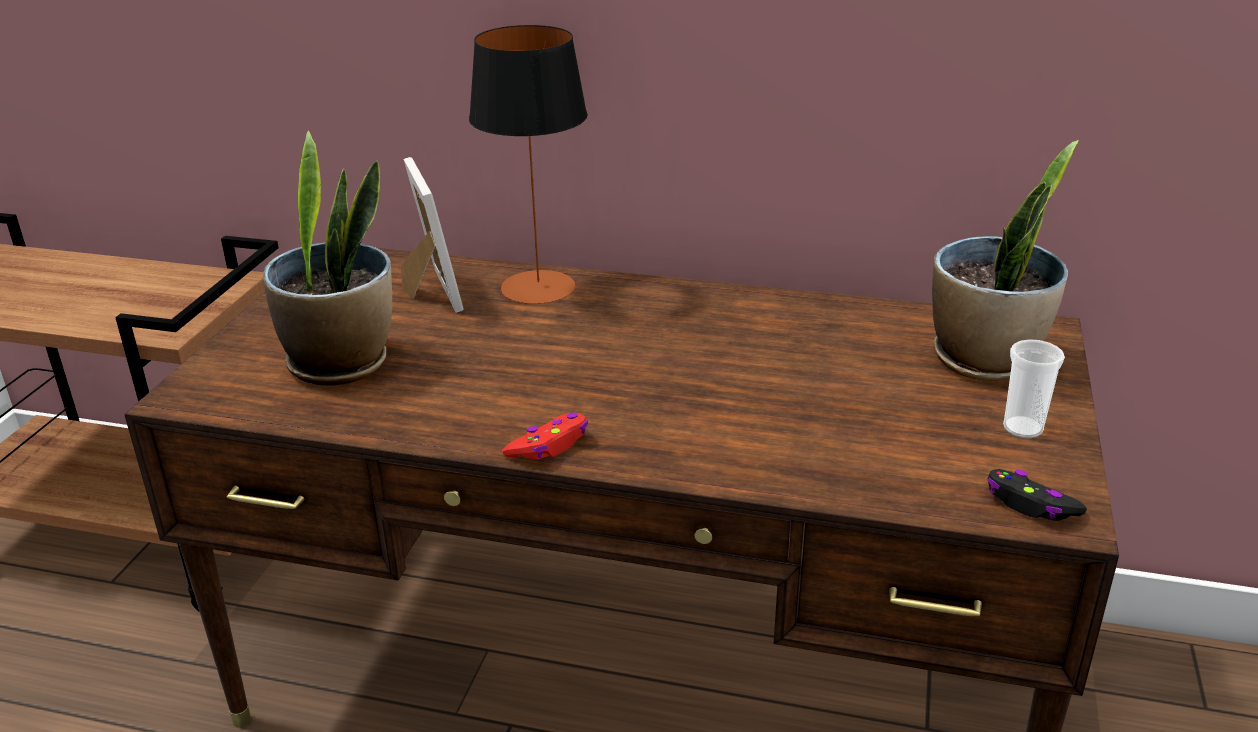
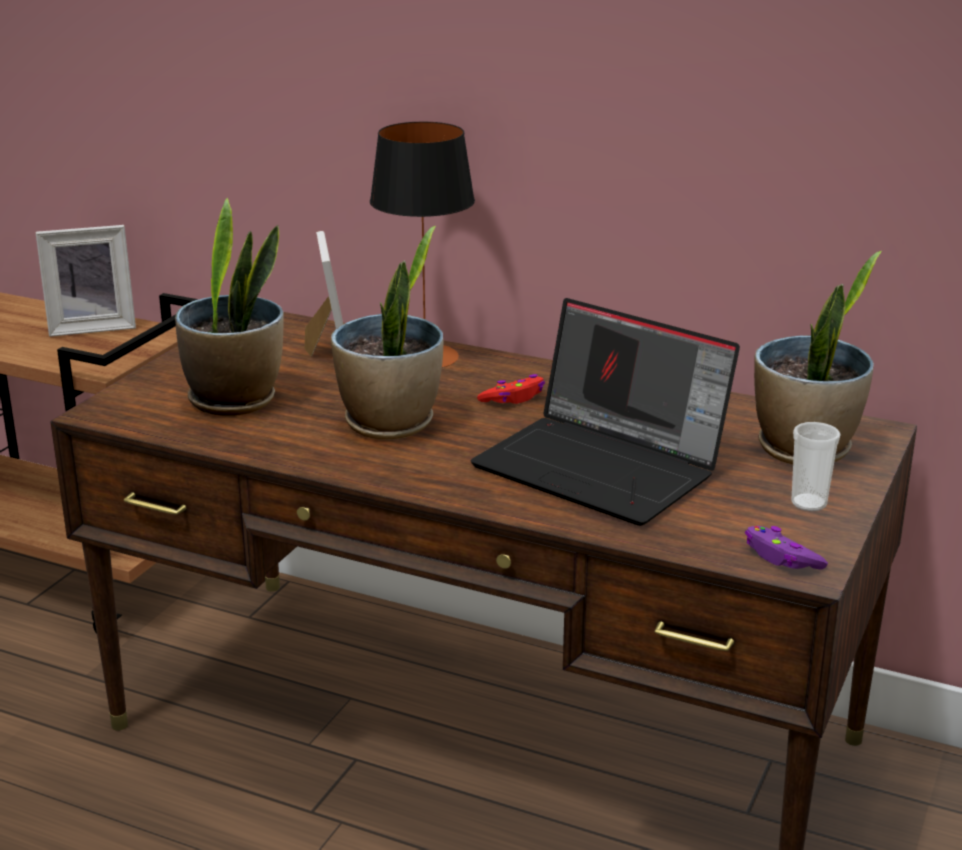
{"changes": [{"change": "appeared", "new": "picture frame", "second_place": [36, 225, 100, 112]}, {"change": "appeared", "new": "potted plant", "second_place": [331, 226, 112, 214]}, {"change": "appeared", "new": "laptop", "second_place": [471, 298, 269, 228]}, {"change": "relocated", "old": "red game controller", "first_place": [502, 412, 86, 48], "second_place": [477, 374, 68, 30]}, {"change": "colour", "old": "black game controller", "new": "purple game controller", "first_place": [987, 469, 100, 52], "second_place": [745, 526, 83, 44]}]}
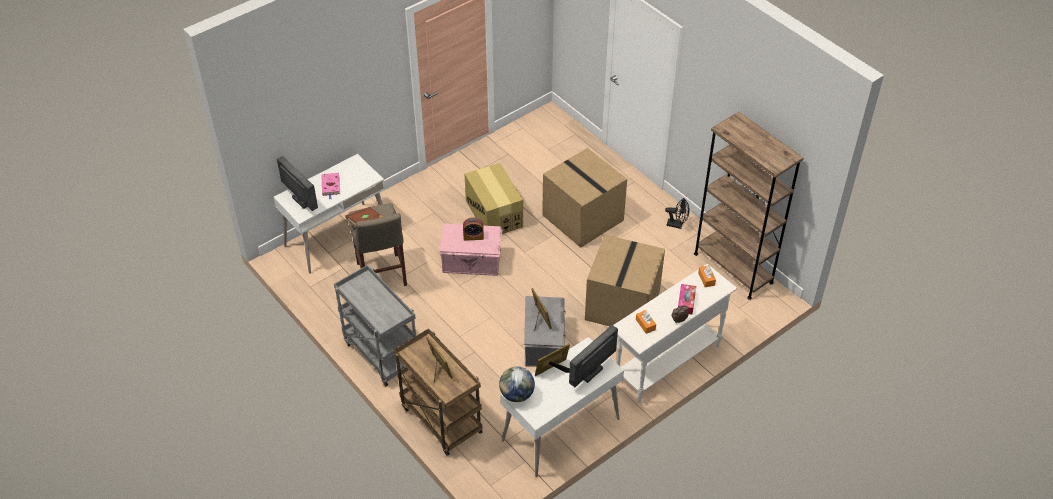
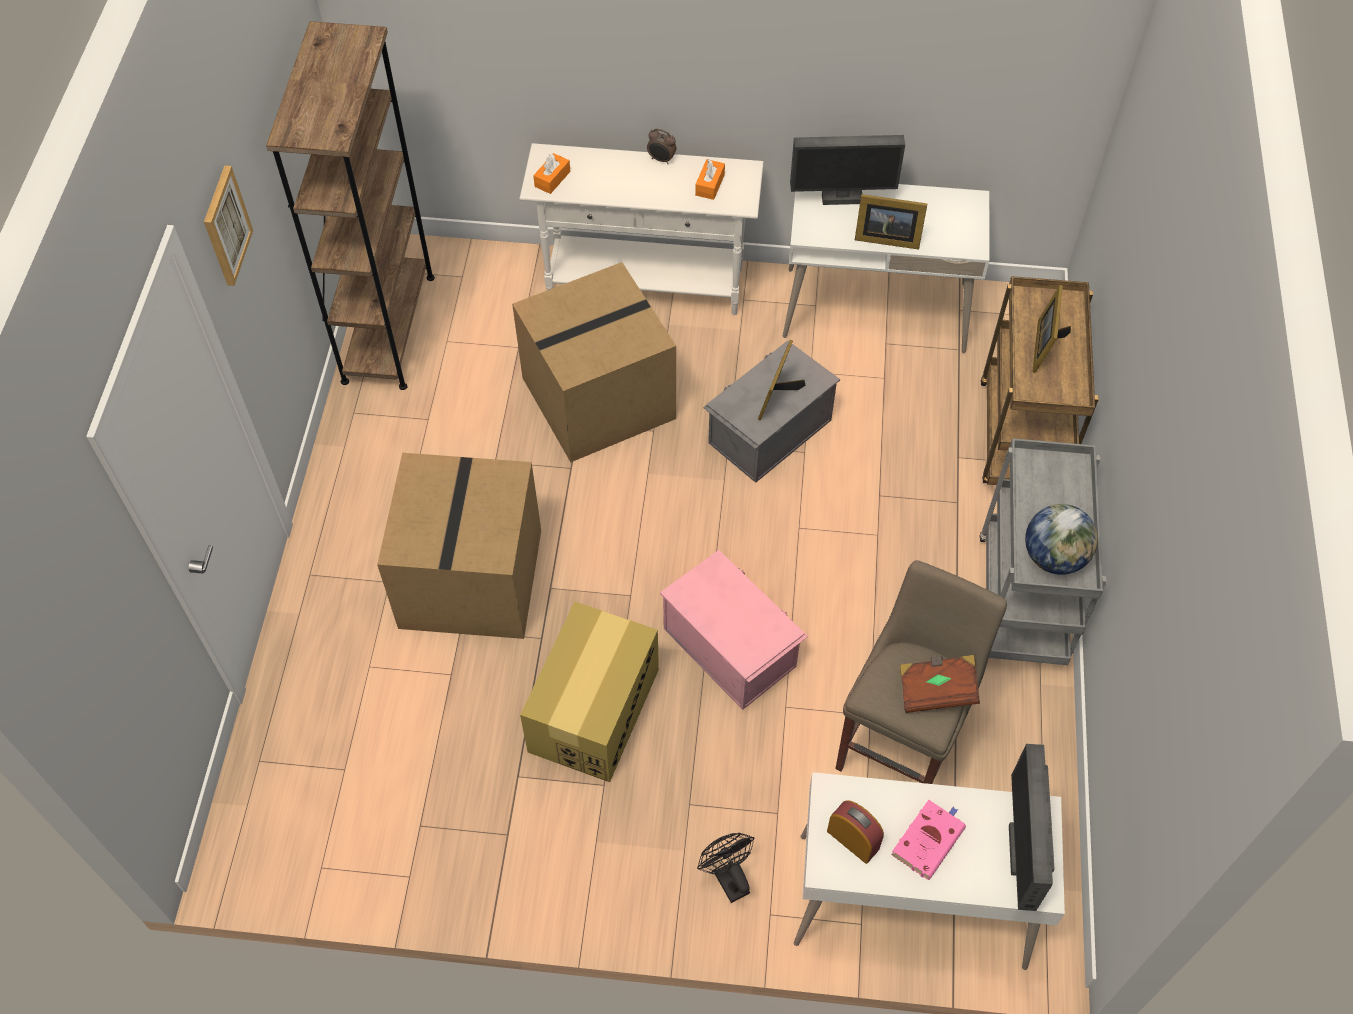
{"changes": [{"change": "missing", "old": "tissue box", "first_place": [678, 284, 18, 31]}, {"change": "appeared", "new": "picture", "second_place": [204, 165, 49, 121]}, {"change": "relocated", "old": "alarm clock", "first_place": [463, 217, 21, 24], "second_place": [827, 800, 57, 64]}, {"change": "relocated", "old": "globe", "first_place": [499, 366, 36, 36], "second_place": [1025, 504, 73, 71]}, {"change": "relocated", "old": "black fan", "first_place": [665, 198, 25, 31], "second_place": [697, 832, 57, 71]}]}
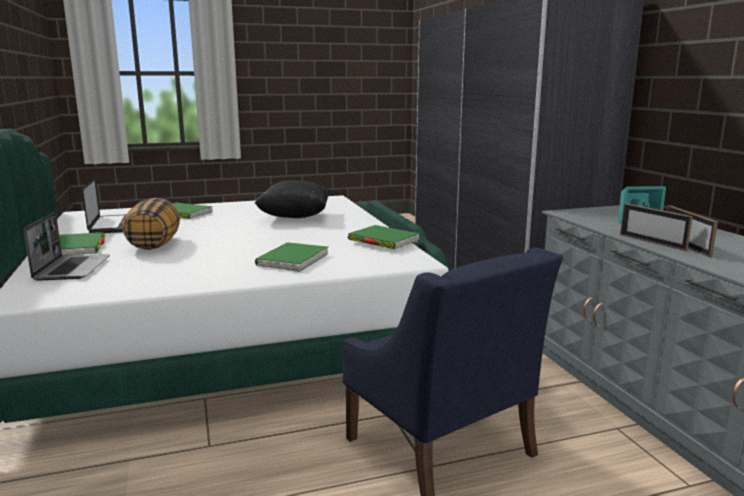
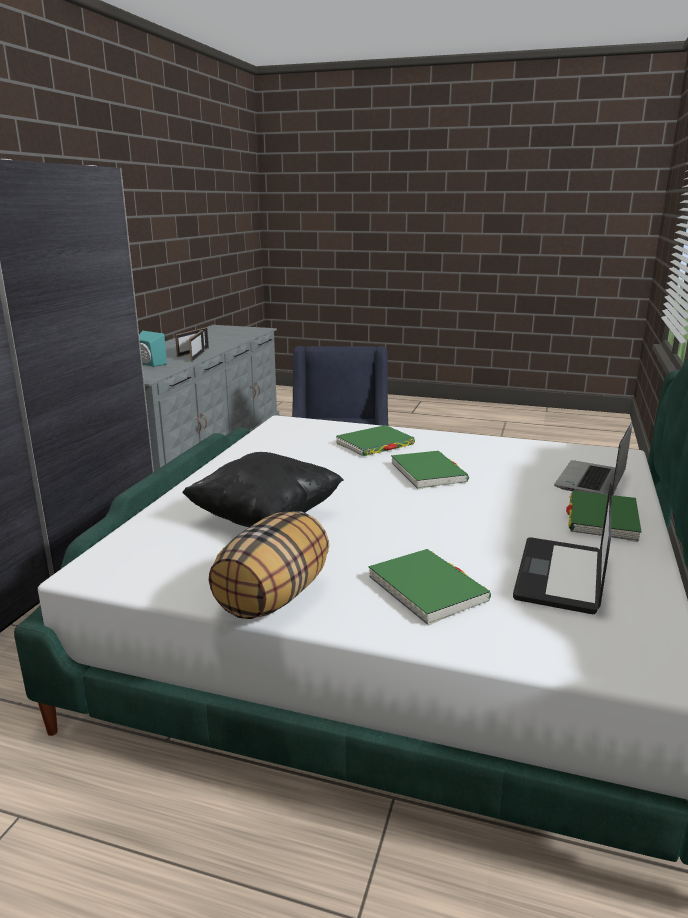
{"changes": [{"change": "relocated", "old": "pillow", "first_place": [122, 198, 58, 52], "second_place": [209, 511, 120, 108]}, {"change": "relocated", "old": "green book", "first_place": [348, 225, 72, 24], "second_place": [391, 451, 78, 38]}]}
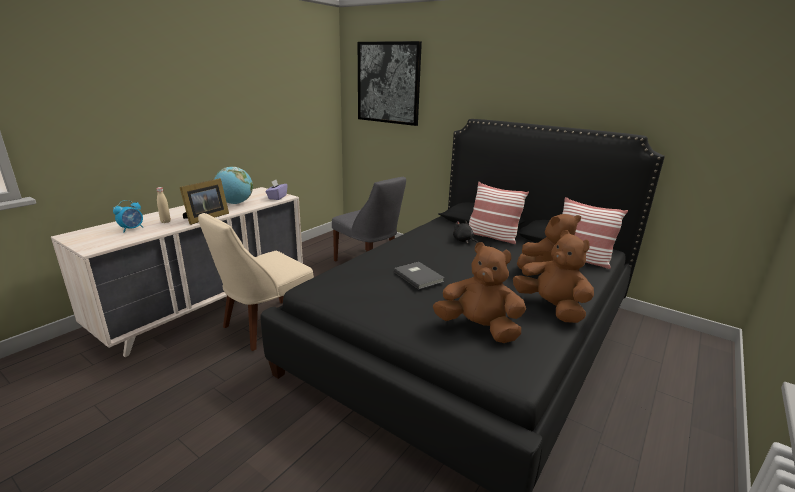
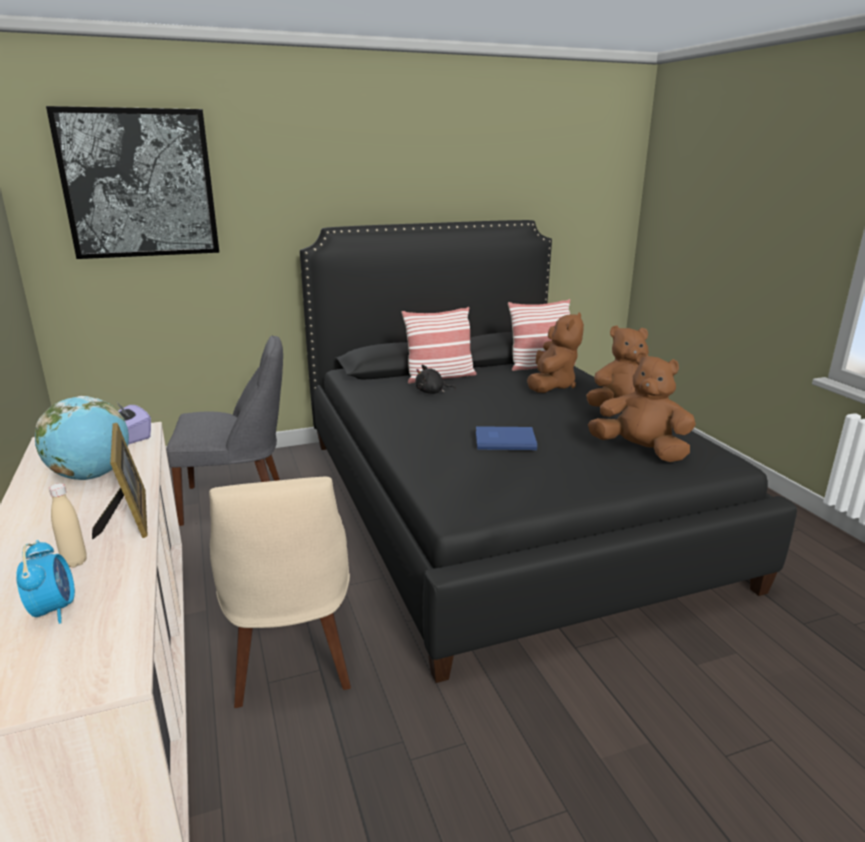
{"changes": [{"change": "colour", "old": "grey book", "new": "blue book", "first_place": [394, 262, 51, 27], "second_place": [476, 426, 61, 24]}, {"change": "spun", "old": "brown plush toy", "first_place": [433, 242, 93, 101], "second_place": [588, 352, 108, 110], "degrees": 60}]}
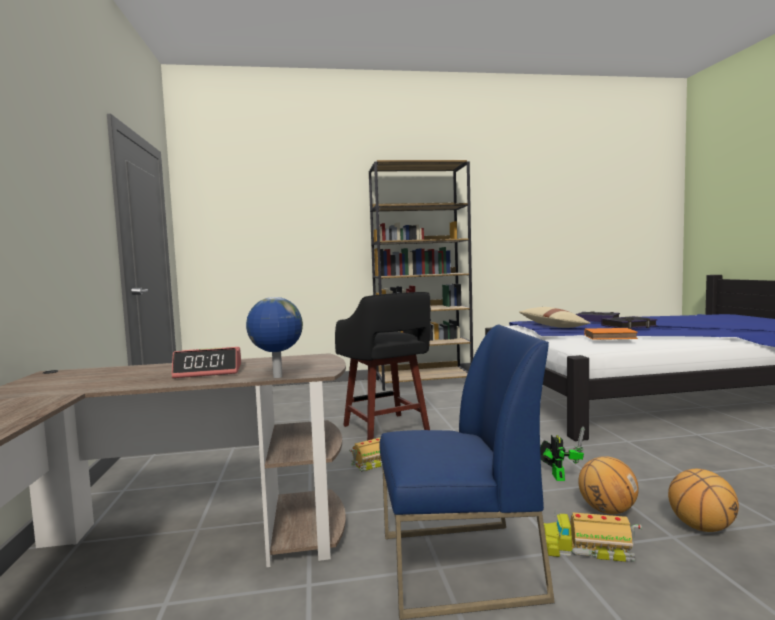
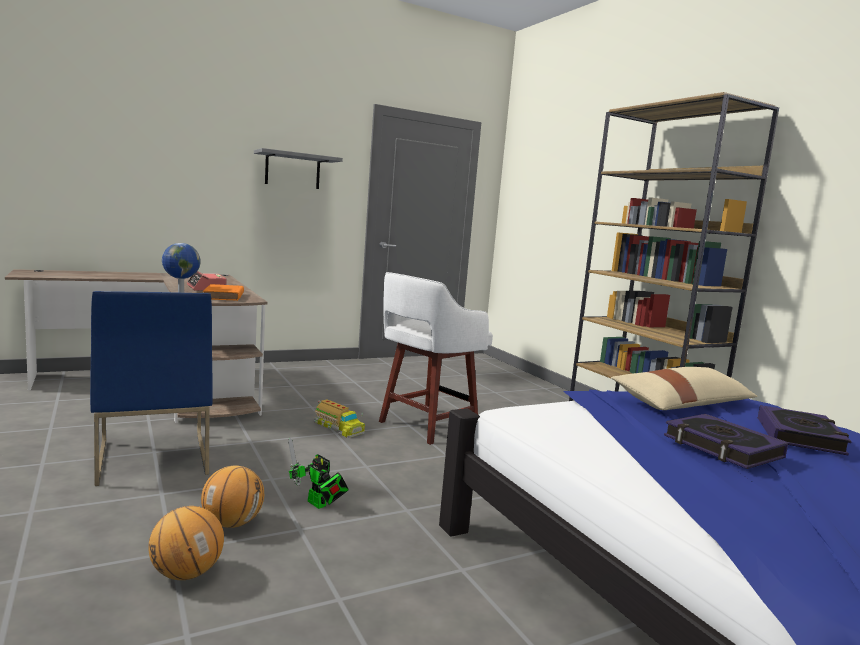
{"changes": [{"change": "missing", "old": "toy truck", "first_place": [544, 512, 98, 50]}, {"change": "appeared", "new": "grey shelf", "second_place": [254, 148, 89, 41]}, {"change": "relocated", "old": "orange book", "first_place": [584, 328, 54, 12], "second_place": [203, 284, 41, 17]}, {"change": "colour", "old": "black stool", "new": "white stool", "first_place": [335, 292, 96, 149], "second_place": [379, 272, 114, 173]}, {"change": "spun", "old": "toy robot", "first_place": [540, 426, 45, 55], "second_place": [288, 438, 61, 71], "degrees": 60}]}
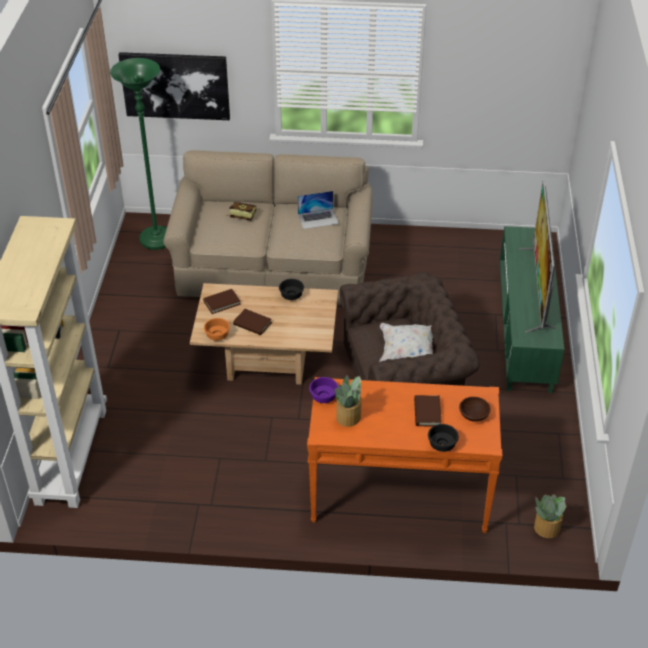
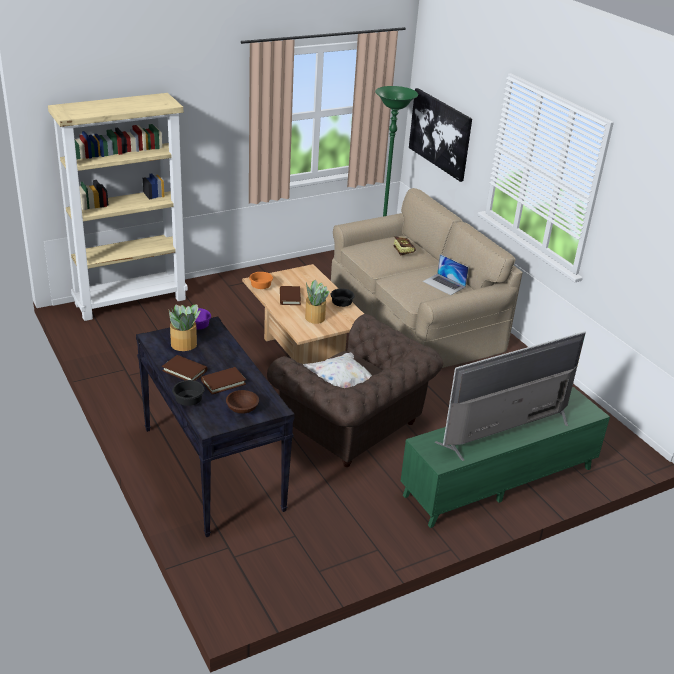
{"changes": [{"change": "relocated", "old": "brown book", "first_place": [203, 289, 38, 25], "second_place": [162, 355, 45, 26]}, {"change": "relocated", "old": "potted plant", "first_place": [534, 494, 32, 44], "second_place": [305, 280, 24, 44]}, {"change": "colour", "old": "orange console table", "new": "black console table", "first_place": [307, 377, 195, 156], "second_place": [136, 317, 159, 220]}]}
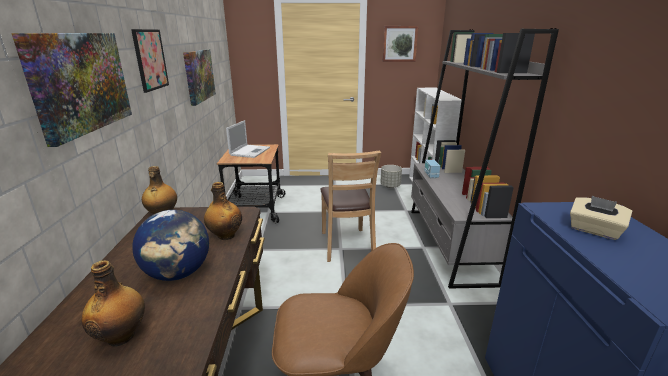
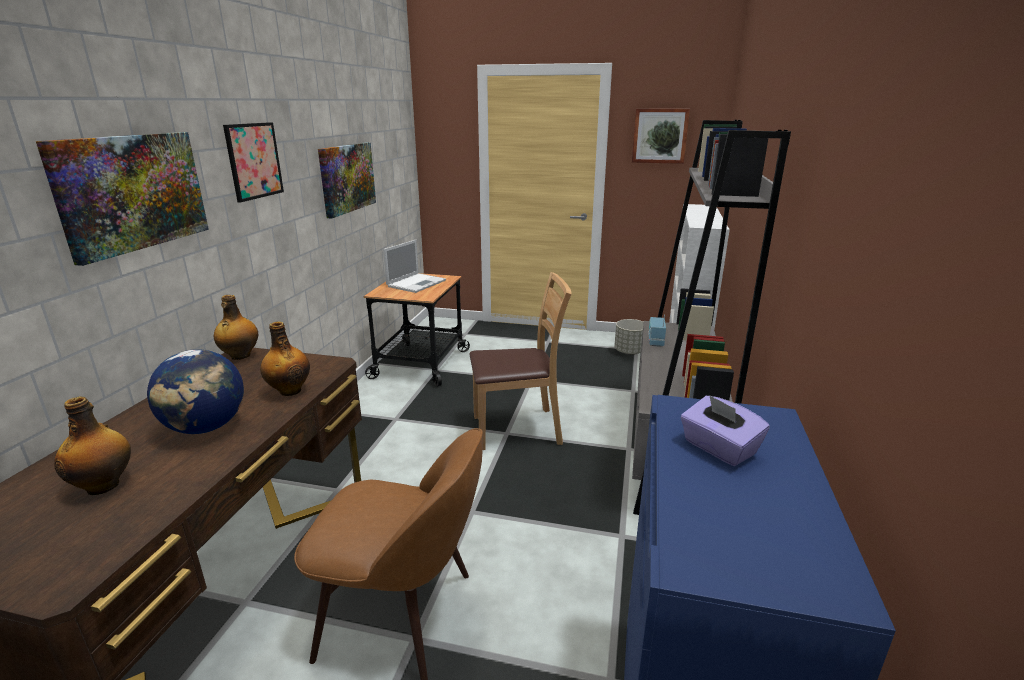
{"changes": [{"change": "colour", "old": "beige tissue box", "new": "purple tissue box", "first_place": [570, 196, 63, 44], "second_place": [680, 395, 90, 71]}, {"change": "spun", "old": "brown chair", "first_place": [320, 150, 61, 112], "second_place": [470, 272, 102, 178], "degrees": -105}]}
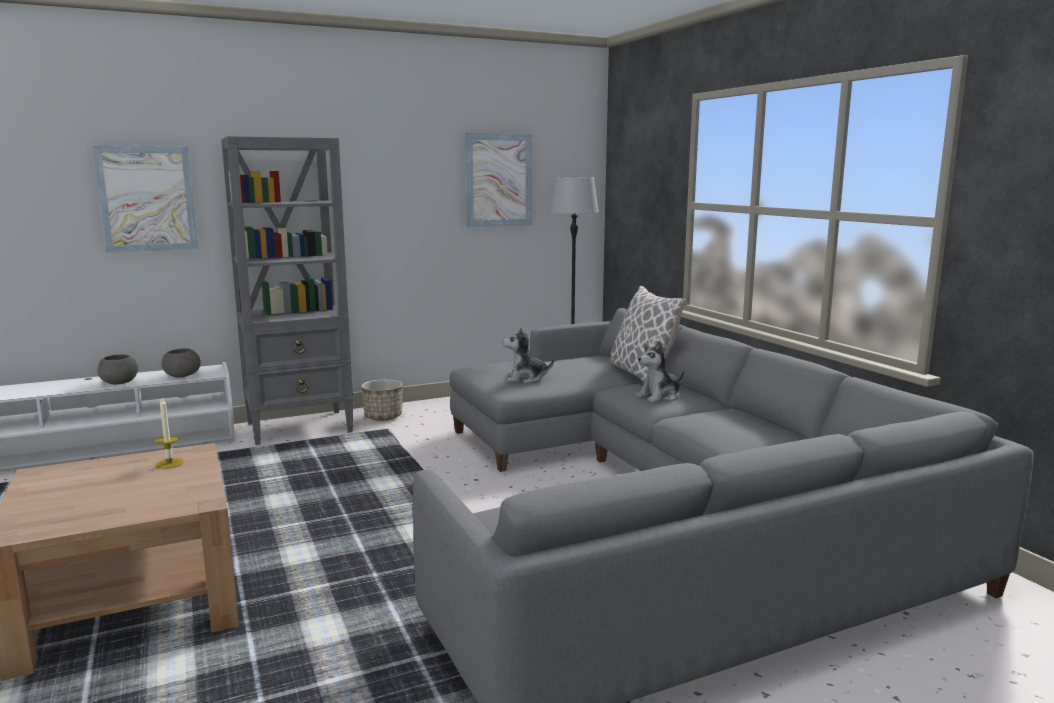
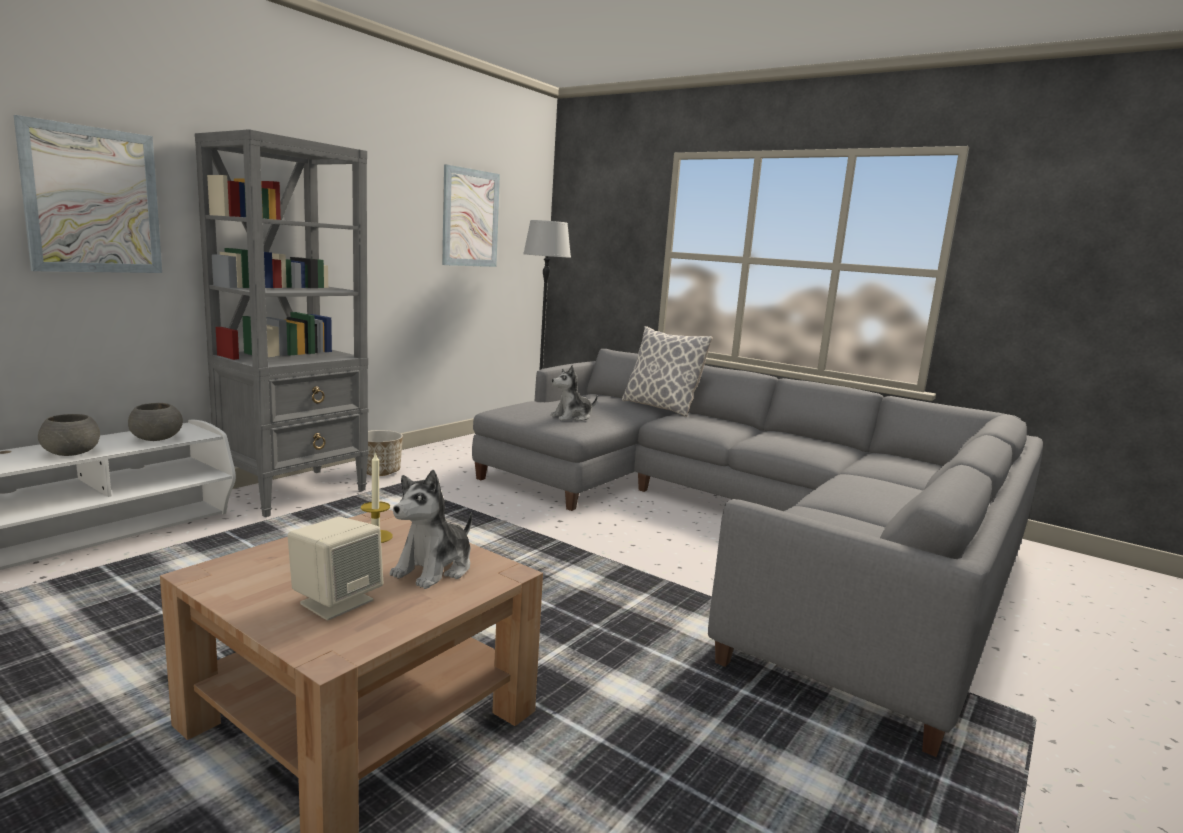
{"changes": [{"change": "appeared", "new": "beige speaker", "second_place": [288, 517, 96, 103]}, {"change": "relocated", "old": "plush toy", "first_place": [636, 341, 48, 61], "second_place": [390, 470, 82, 119]}]}
